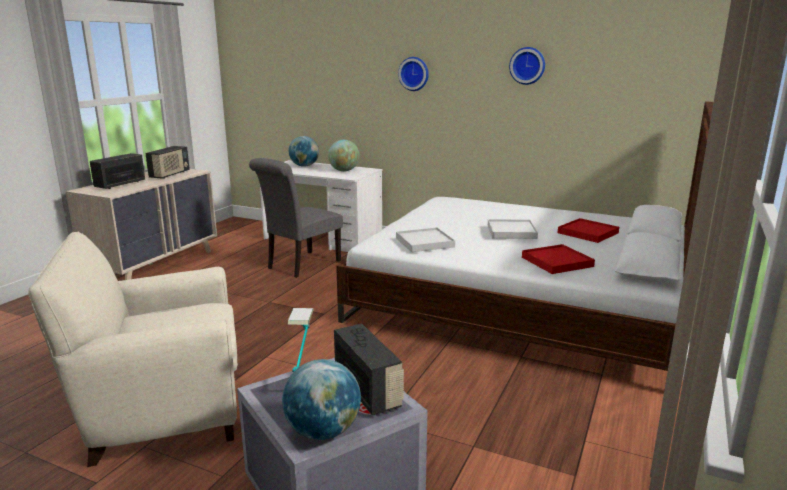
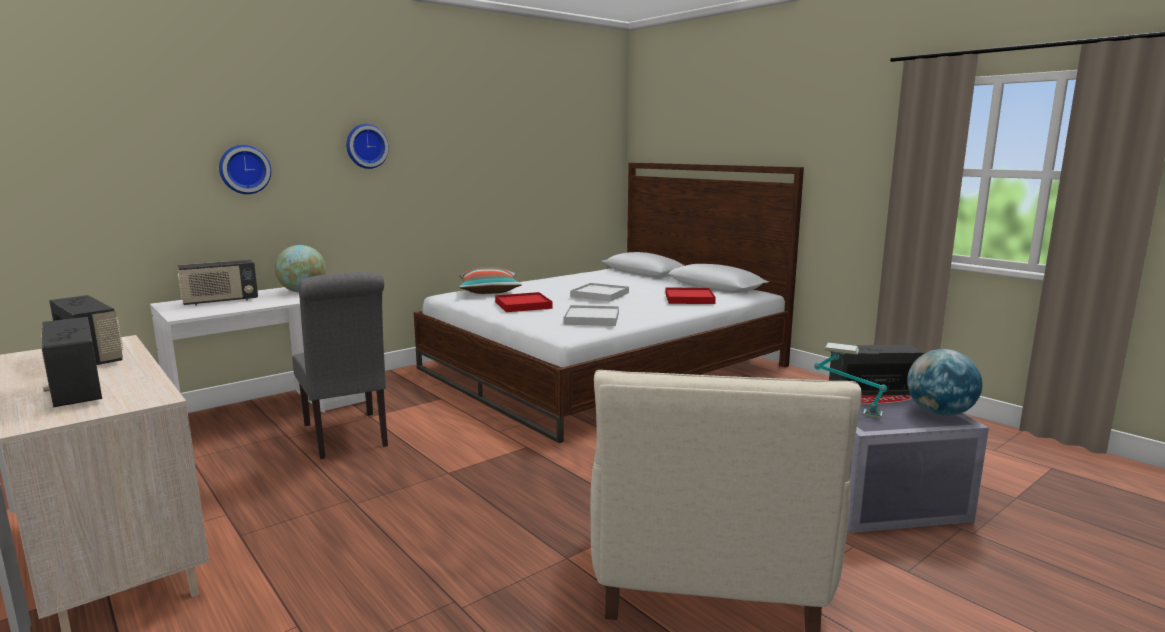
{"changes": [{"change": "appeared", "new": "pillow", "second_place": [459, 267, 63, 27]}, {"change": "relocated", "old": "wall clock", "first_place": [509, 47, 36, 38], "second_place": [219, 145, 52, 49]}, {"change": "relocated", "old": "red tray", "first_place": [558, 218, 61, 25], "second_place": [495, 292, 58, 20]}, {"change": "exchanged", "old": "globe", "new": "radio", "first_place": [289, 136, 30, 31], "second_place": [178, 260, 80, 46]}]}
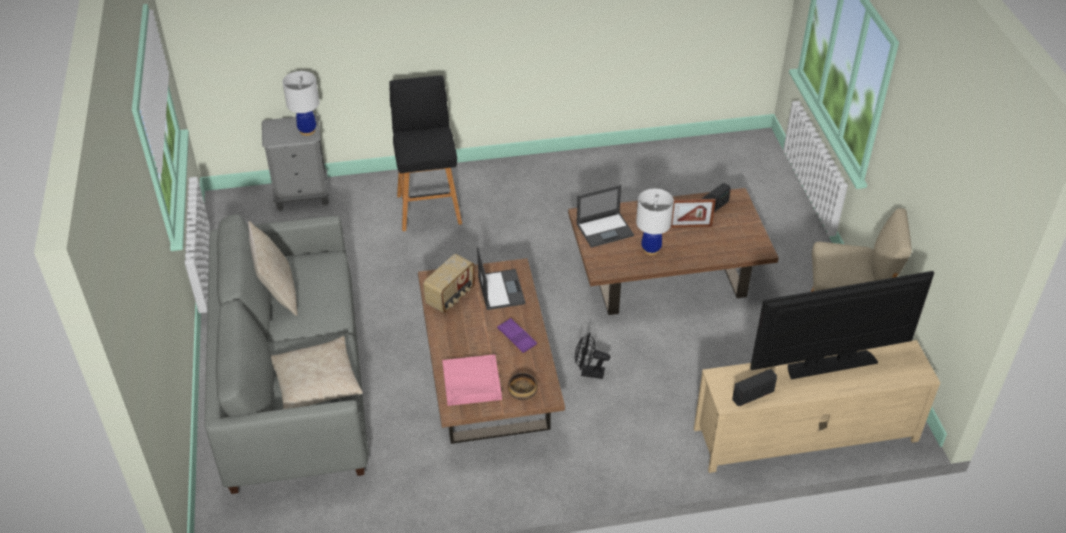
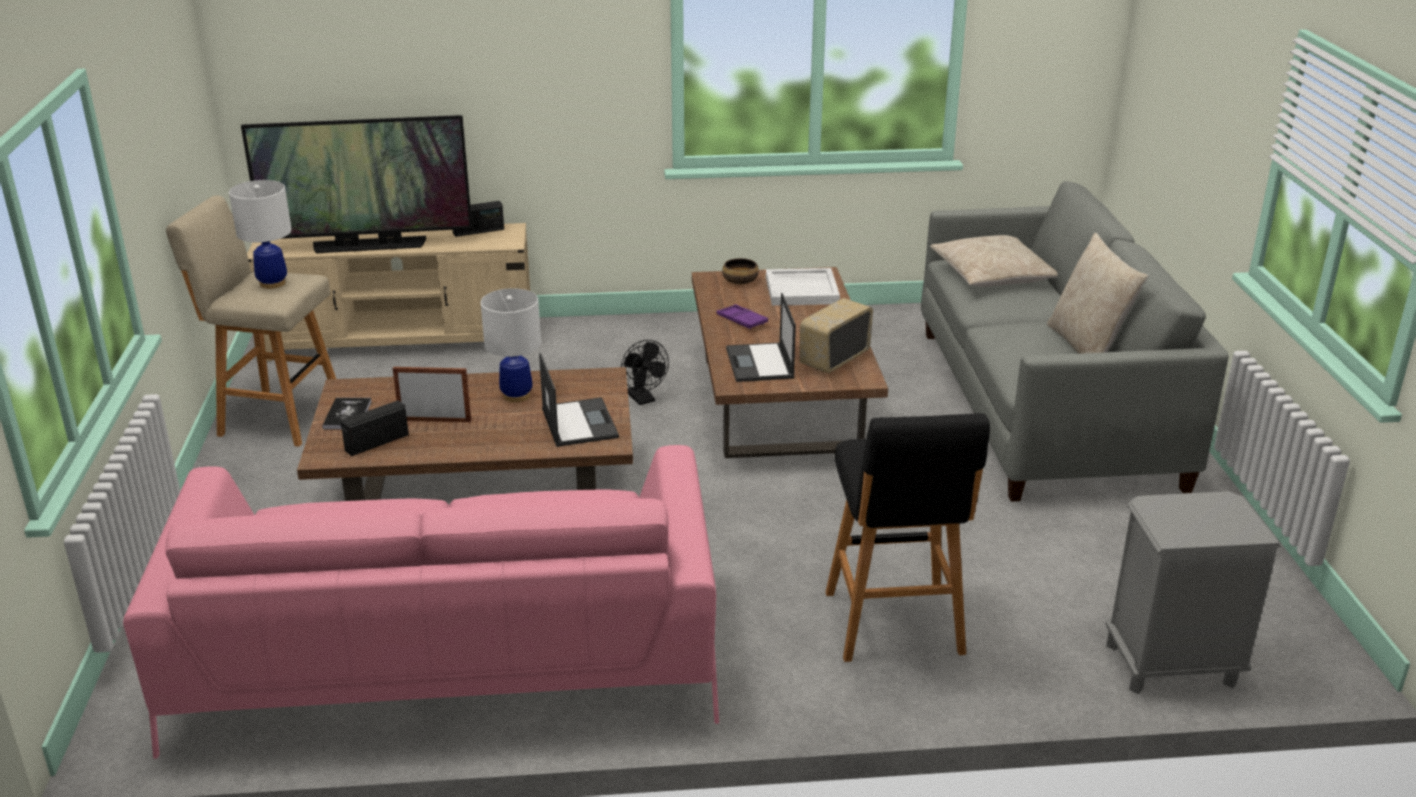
{"changes": [{"change": "appeared", "new": "pink sofa", "second_place": [123, 445, 596, 314]}, {"change": "appeared", "new": "book", "second_place": [322, 398, 50, 31]}, {"change": "relocated", "old": "white table lamp", "first_place": [282, 71, 38, 65], "second_place": [229, 180, 63, 109]}, {"change": "colour", "old": "pink tray", "new": "white tray", "first_place": [442, 354, 60, 52], "second_place": [766, 268, 74, 38]}, {"change": "spun", "old": "black fan", "first_place": [575, 333, 35, 46], "second_place": [621, 340, 48, 65], "degrees": 45}, {"change": "spun", "old": "laptop", "first_place": [576, 185, 58, 63], "second_place": [539, 352, 80, 95], "degrees": 90}]}
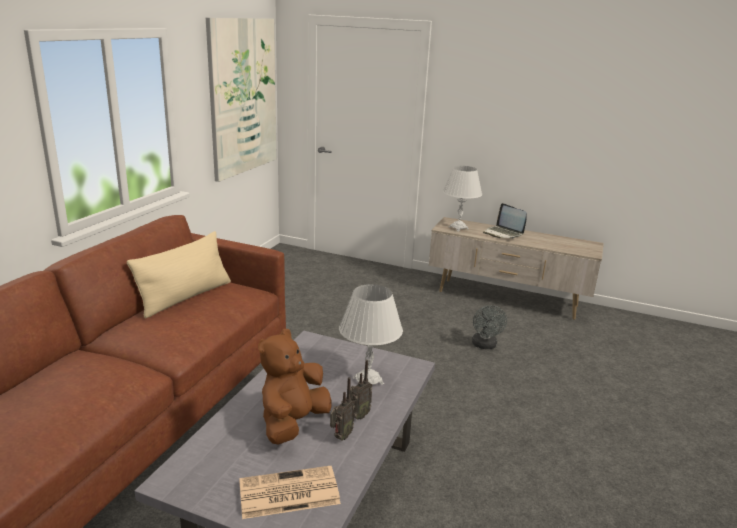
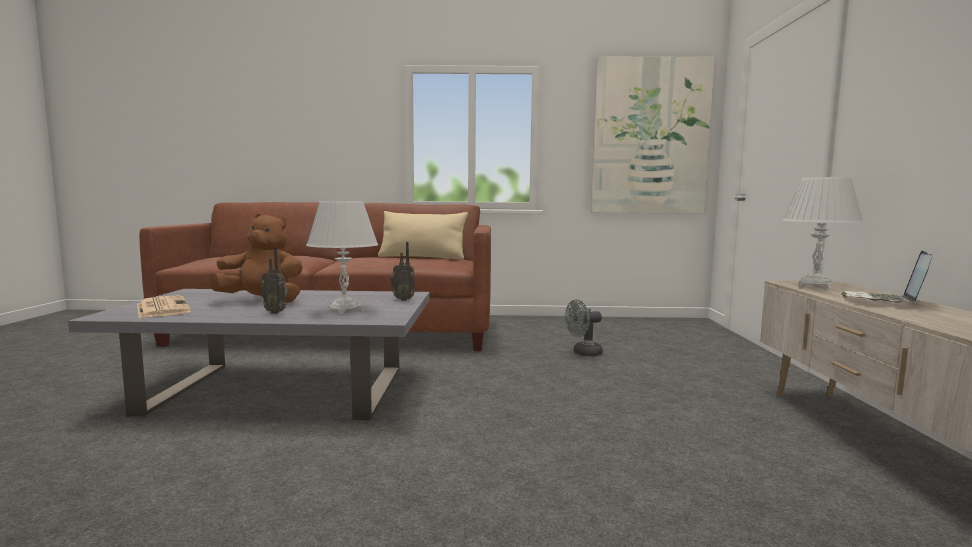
{"changes": [{"change": "relocated", "old": "radio", "first_place": [330, 377, 25, 63], "second_place": [390, 242, 25, 59]}, {"change": "relocated", "old": "grey fan", "first_place": [472, 305, 35, 44], "second_place": [565, 299, 38, 57]}]}
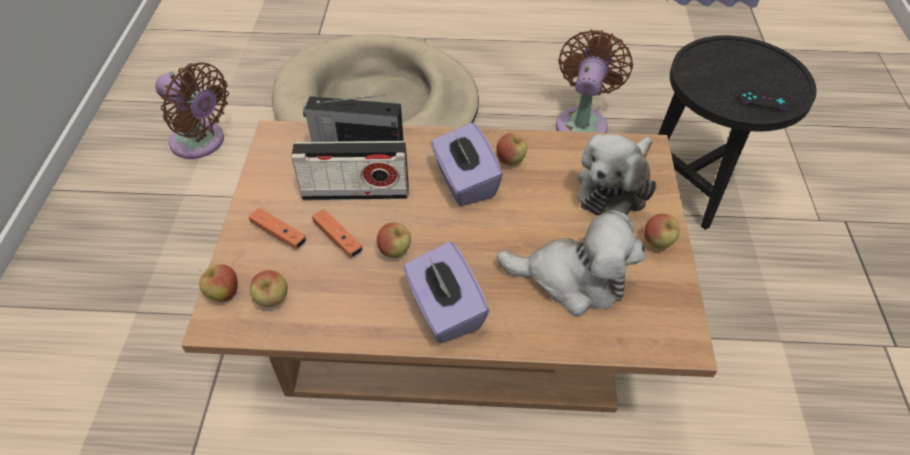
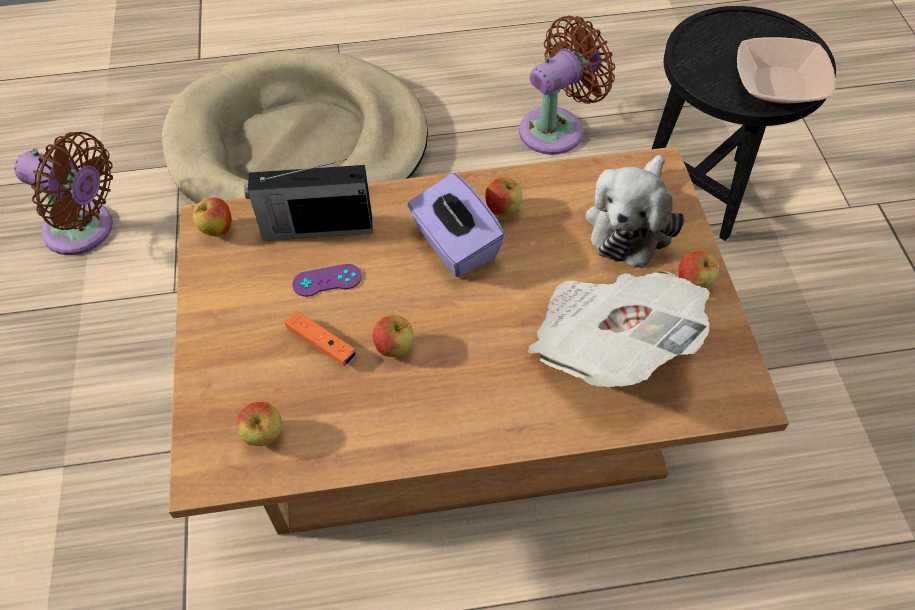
{"changes": [{"change": "missing", "old": "orange game controller", "first_place": [249, 208, 58, 42]}, {"change": "missing", "old": "purple tissue box", "first_place": [403, 241, 86, 102]}, {"change": "relocated", "old": "apple", "first_place": [199, 264, 39, 38], "second_place": [191, 198, 41, 39]}, {"change": "exchanged", "old": "radio", "new": "purple game controller", "first_place": [291, 141, 118, 59], "second_place": [292, 264, 70, 33]}, {"change": "exchanged", "old": "plush toy", "new": "newspaper", "first_place": [497, 210, 148, 106], "second_place": [527, 271, 183, 116]}, {"change": "exchanged", "old": "black game controller", "new": "bowl", "first_place": [738, 89, 53, 21], "second_place": [737, 37, 98, 67]}, {"change": "spun", "old": "brown fan", "first_place": [556, 30, 77, 103], "second_place": [519, 16, 96, 139], "degrees": 45}]}
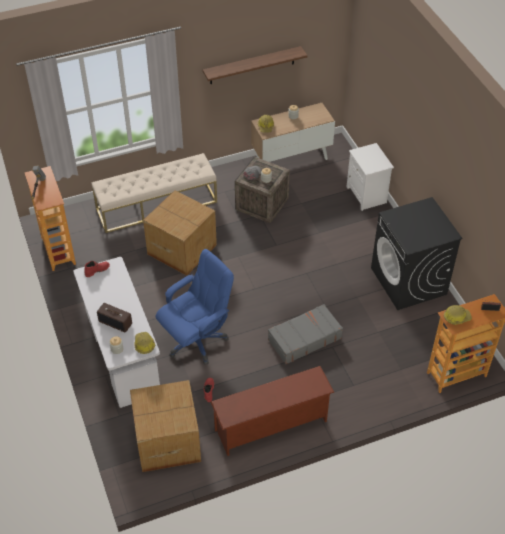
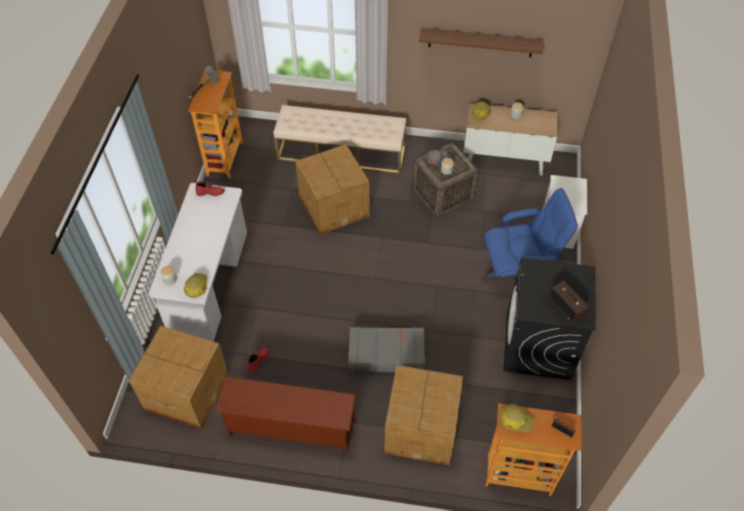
{"changes": [{"change": "appeared", "new": "cardboard box", "second_place": [384, 365, 79, 100]}, {"change": "relocated", "old": "radio", "first_place": [97, 303, 35, 30], "second_place": [549, 281, 40, 42]}, {"change": "relocated", "old": "blue office chair", "first_place": [155, 249, 79, 116], "second_place": [483, 188, 95, 95]}]}
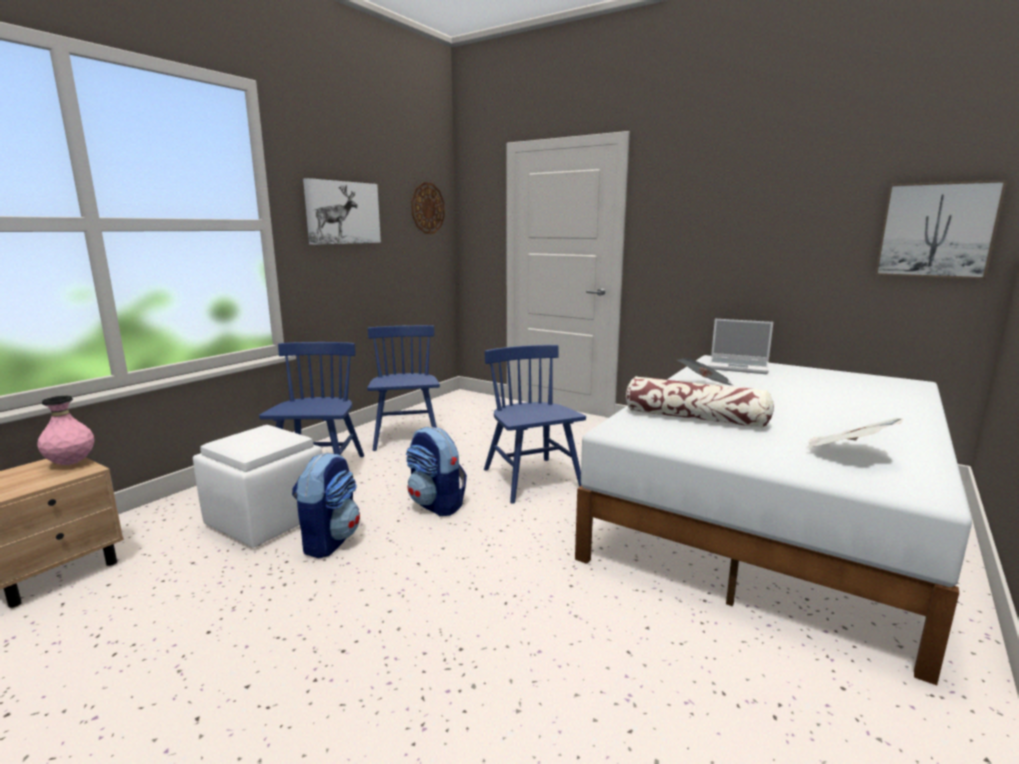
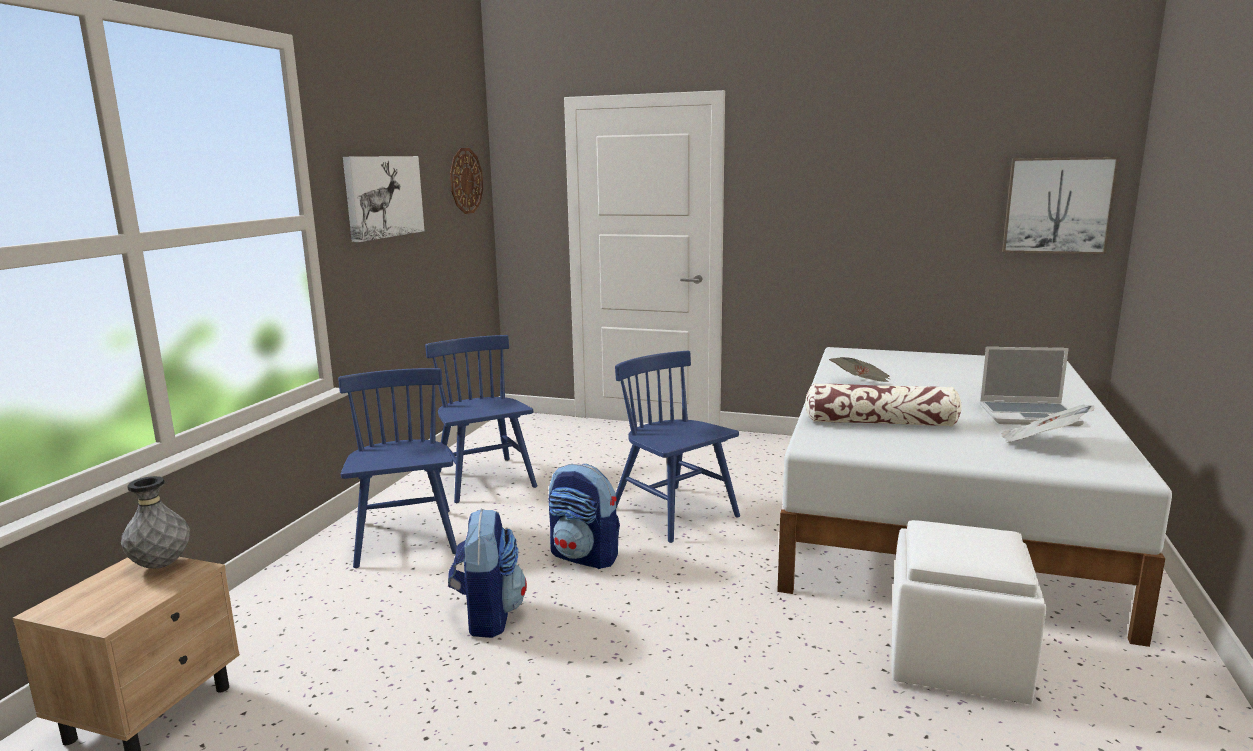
{"changes": [{"change": "relocated", "old": "white ottoman", "first_place": [193, 425, 130, 123], "second_place": [891, 520, 155, 184]}, {"change": "relocated", "old": "laptop", "first_place": [708, 319, 65, 55], "second_place": [980, 347, 104, 79]}, {"change": "colour", "old": "pink vase", "new": "grey vase", "first_place": [37, 396, 57, 69], "second_place": [121, 476, 69, 93]}]}
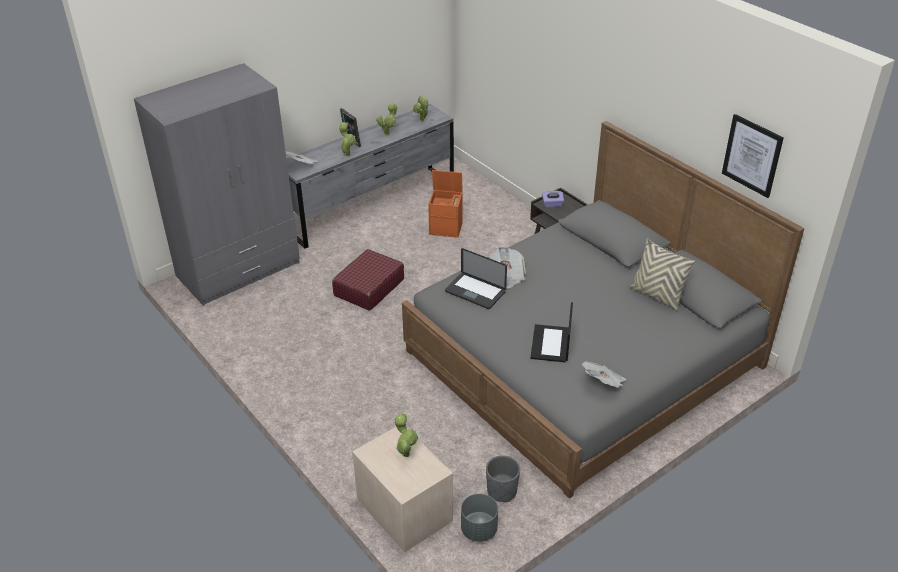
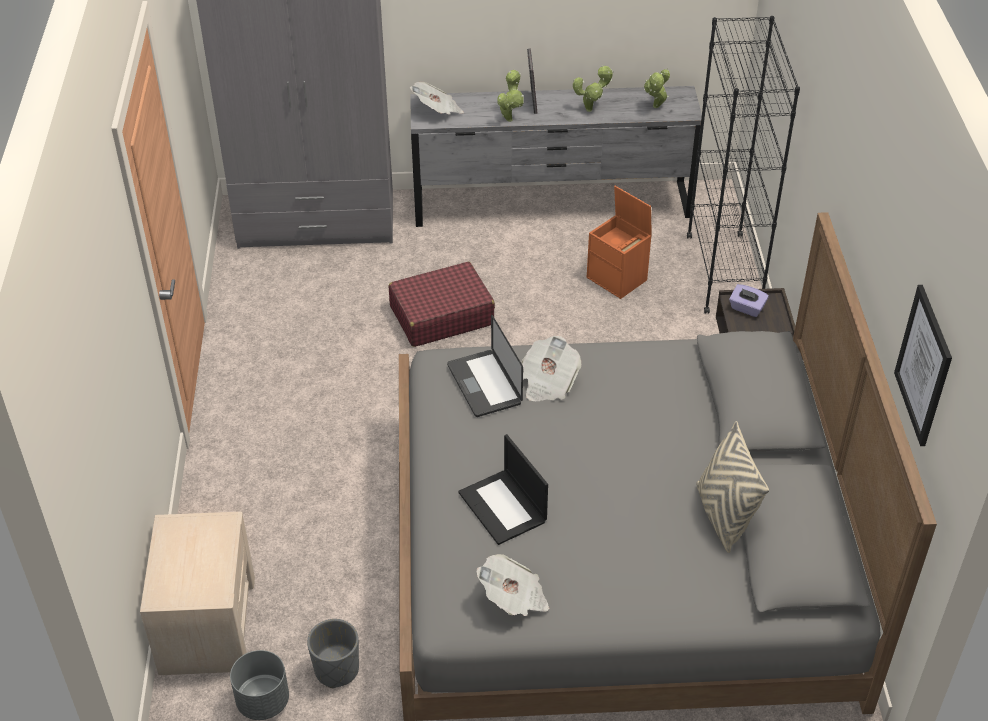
{"changes": [{"change": "missing", "old": "potted plant", "first_place": [394, 413, 24, 44]}, {"change": "appeared", "new": "black bookcase", "second_place": [687, 16, 113, 298]}, {"change": "spun", "old": "laptop", "first_place": [530, 302, 43, 60], "second_place": [458, 434, 90, 111], "degrees": -75}]}
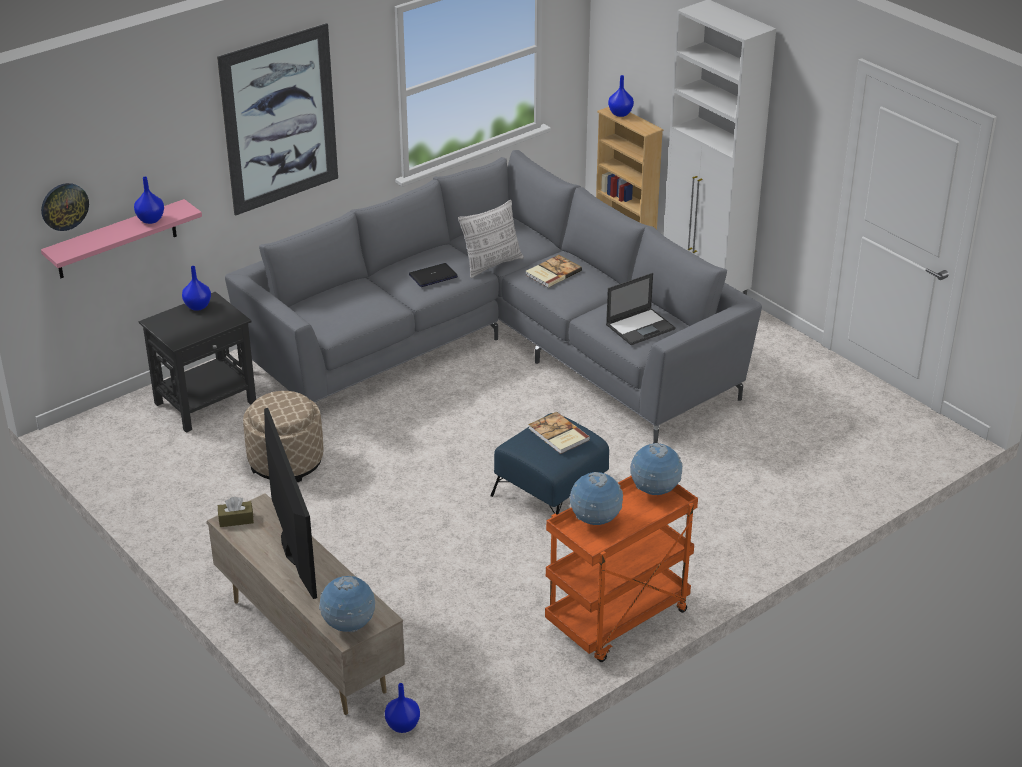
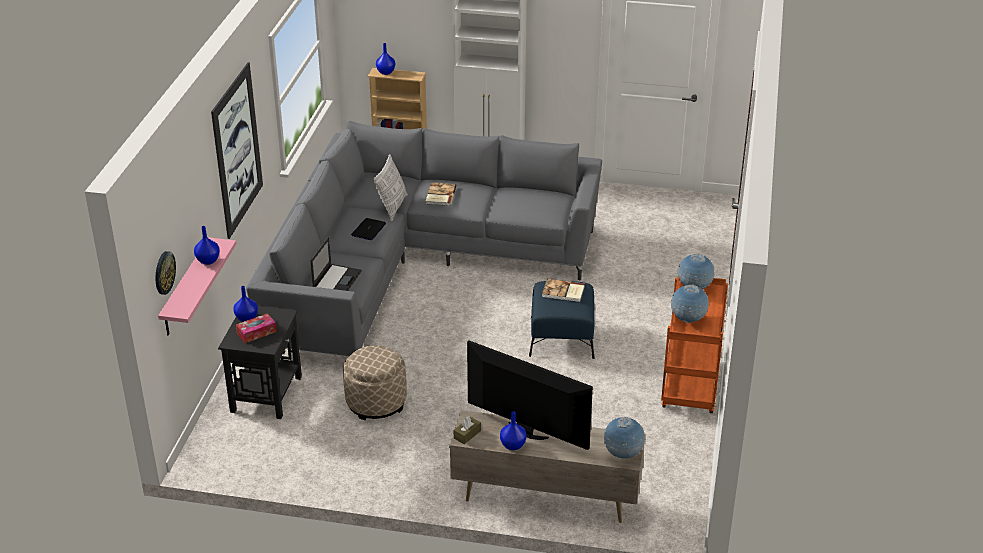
{"changes": [{"change": "appeared", "new": "tissue box", "second_place": [236, 313, 41, 30]}, {"change": "relocated", "old": "blue vase", "first_place": [385, 683, 35, 50], "second_place": [500, 411, 27, 40]}, {"change": "relocated", "old": "laptop", "first_place": [606, 273, 70, 72], "second_place": [310, 237, 51, 54]}]}
